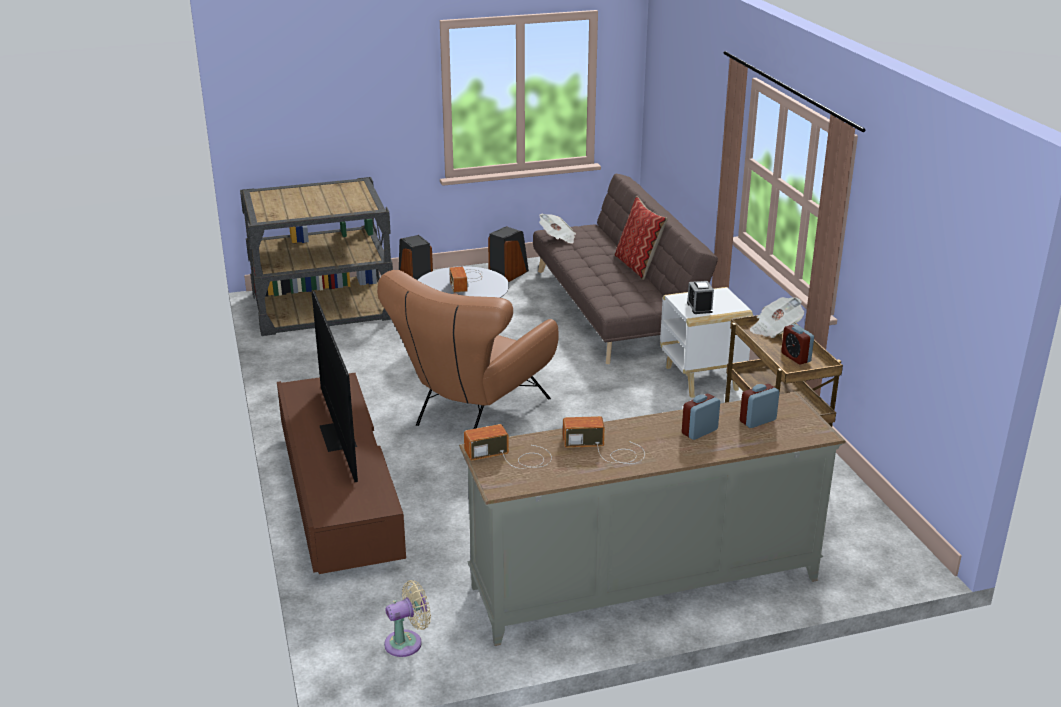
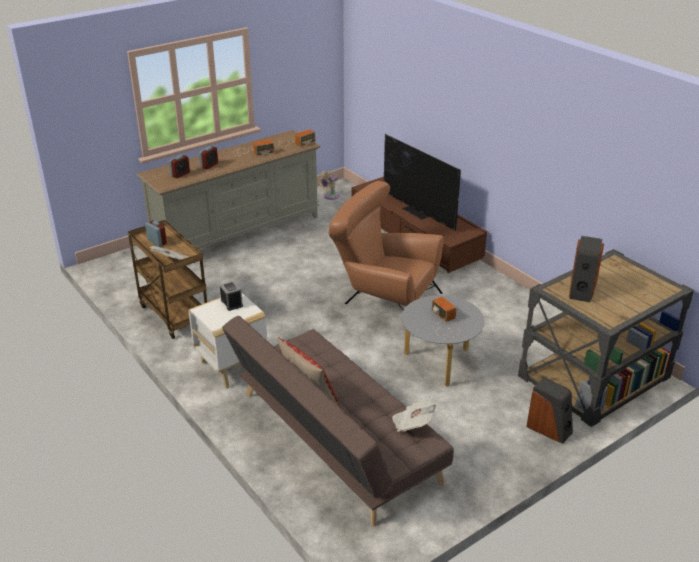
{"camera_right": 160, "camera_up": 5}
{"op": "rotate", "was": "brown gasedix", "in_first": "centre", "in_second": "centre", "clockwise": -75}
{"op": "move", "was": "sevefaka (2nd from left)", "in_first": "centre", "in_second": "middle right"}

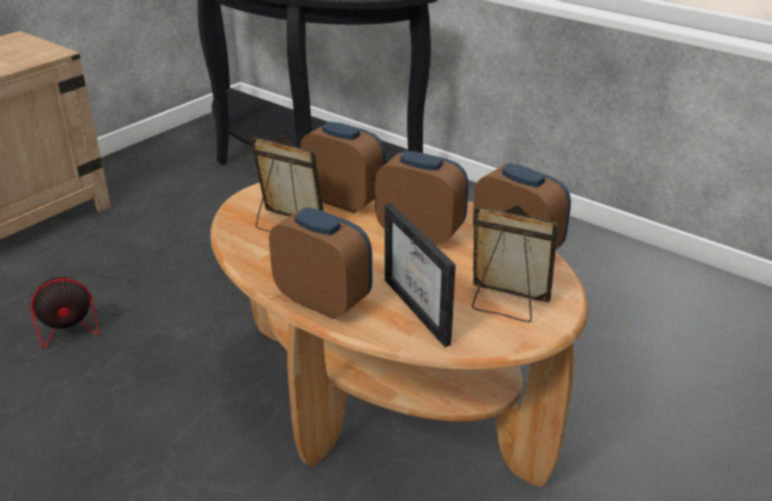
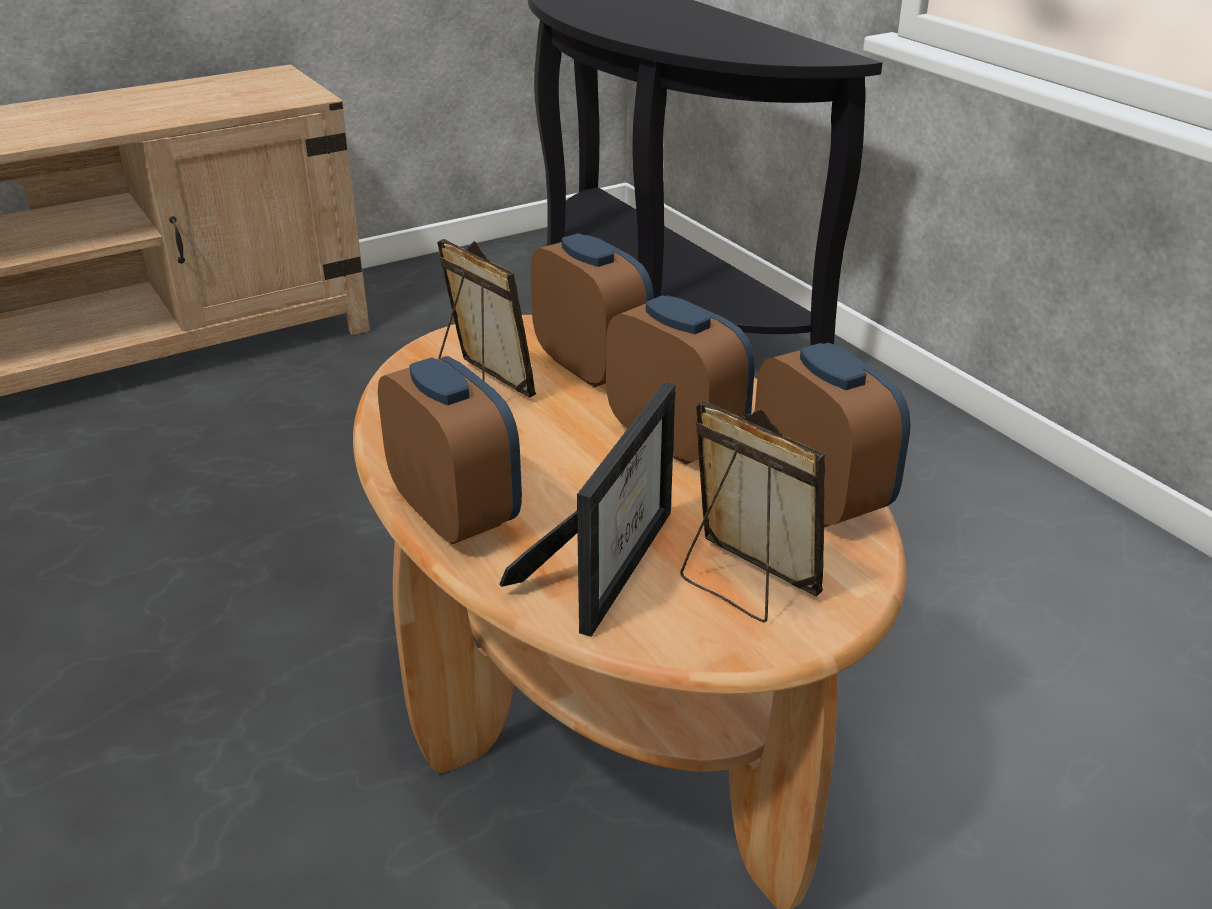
{"camera_right": 20, "camera_up": 0}
{"op": "delete", "was": "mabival", "in_first": "middle left"}
{"op": "rotate", "was": "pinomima (2nd from left)", "in_first": "centre", "in_second": "centre", "clockwise": -150}

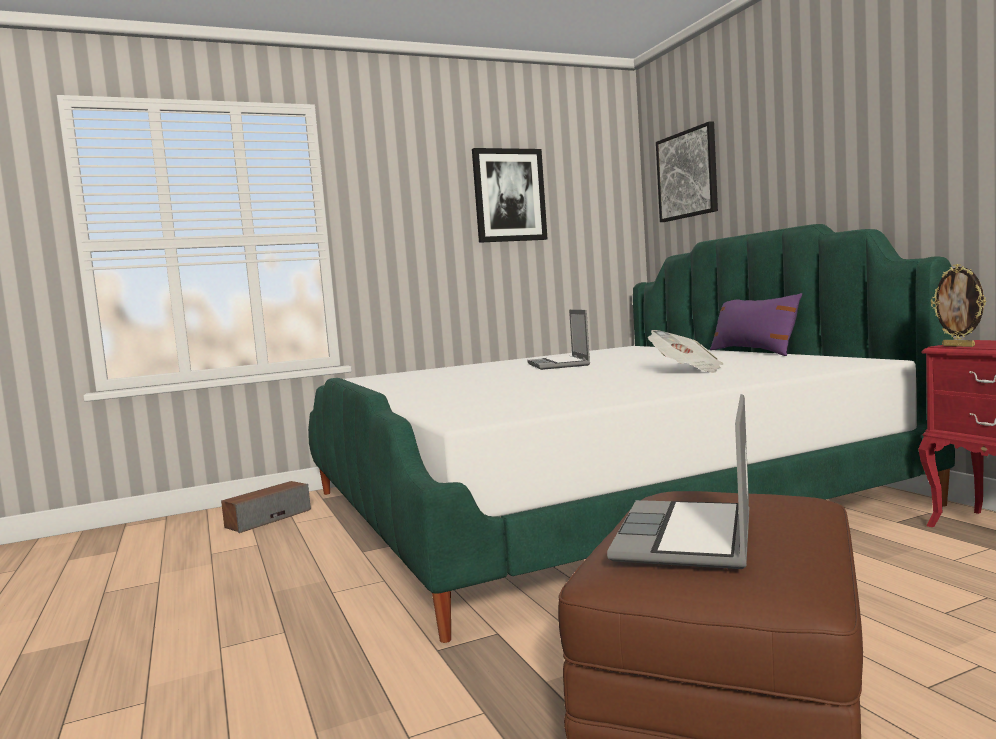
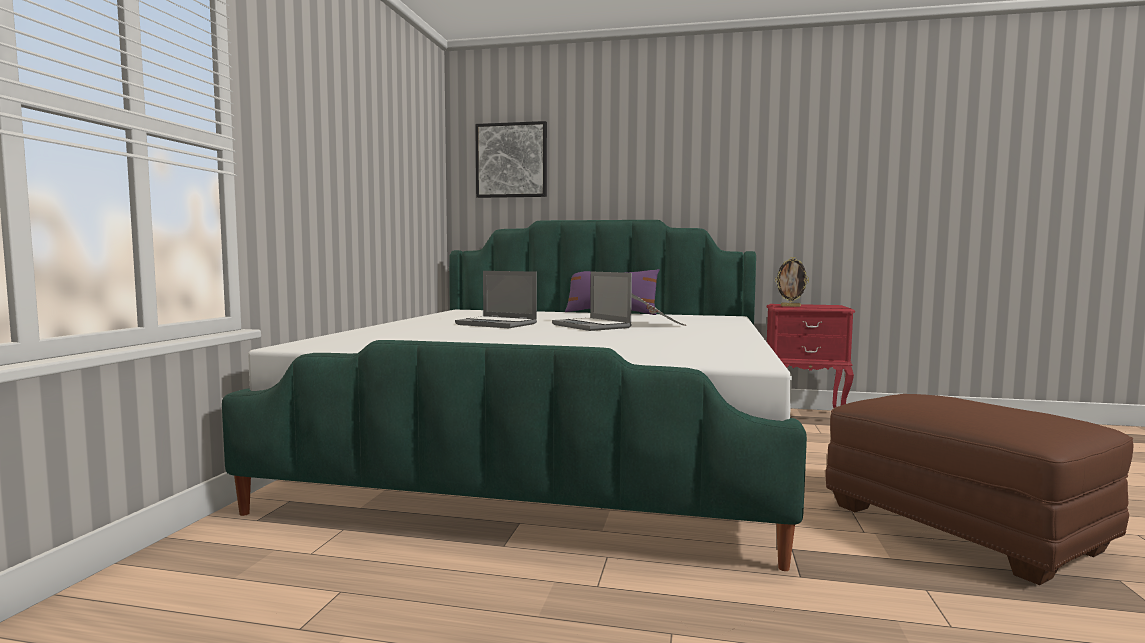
{"camera_right": -55, "camera_up": 0}
{"op": "delete", "was": "sevefaka", "in_first": "bottom left"}
{"op": "delete", "was": "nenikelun (1st from left)", "in_first": "top centre"}
{"op": "move", "was": "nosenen (2nd from left)", "in_first": "middle right", "in_second": "centre"}

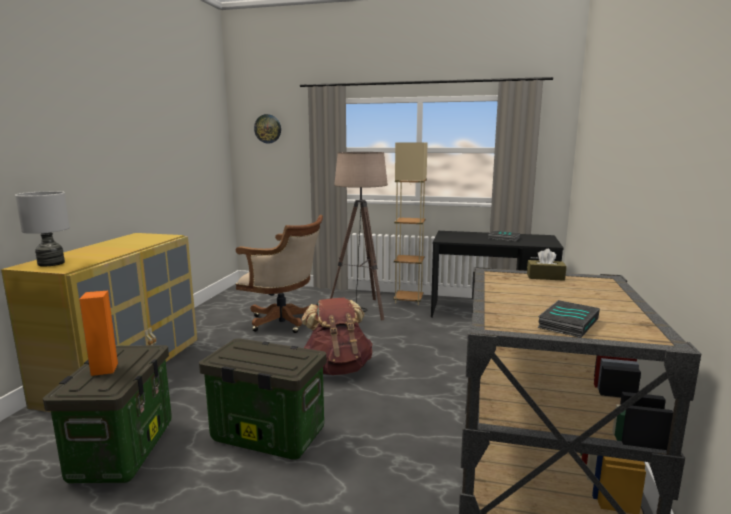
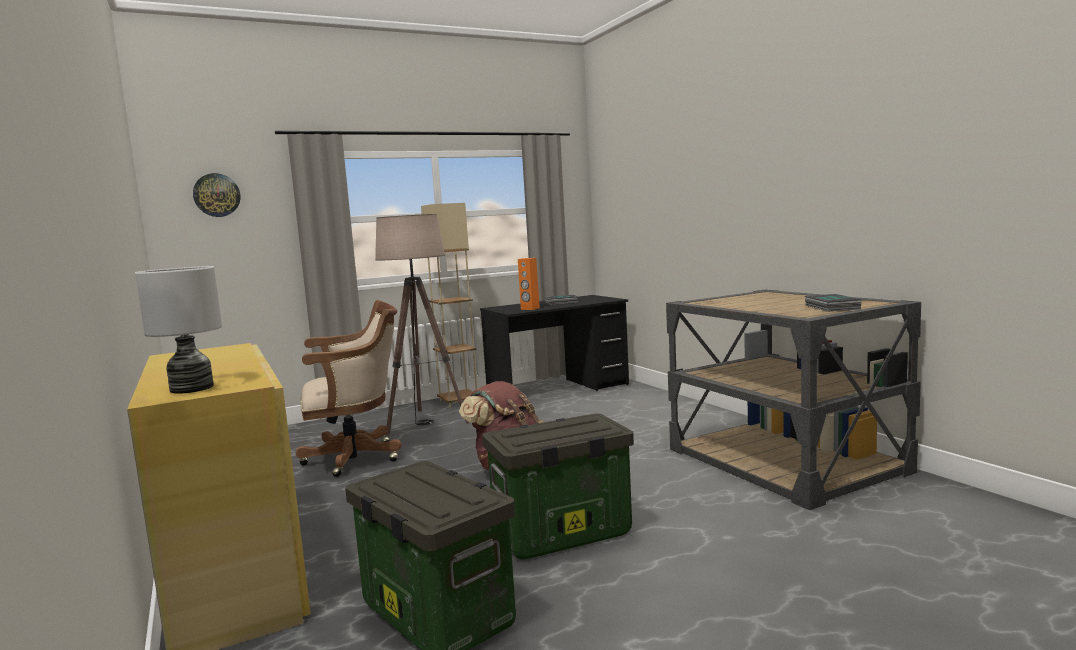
{"camera_right": -40, "camera_up": -5}
{"op": "move", "was": "orange sevefaka", "in_first": "middle left", "in_second": "centre"}
{"op": "delete", "was": "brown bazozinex", "in_first": "middle right"}

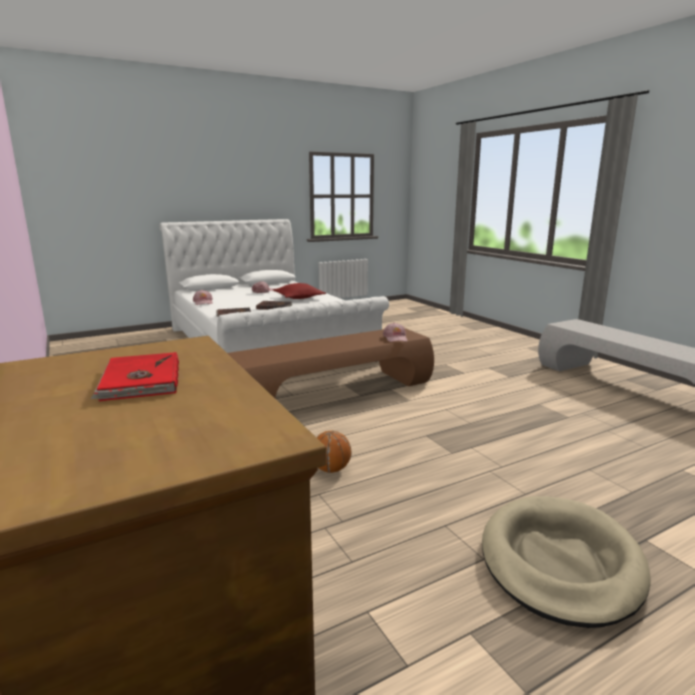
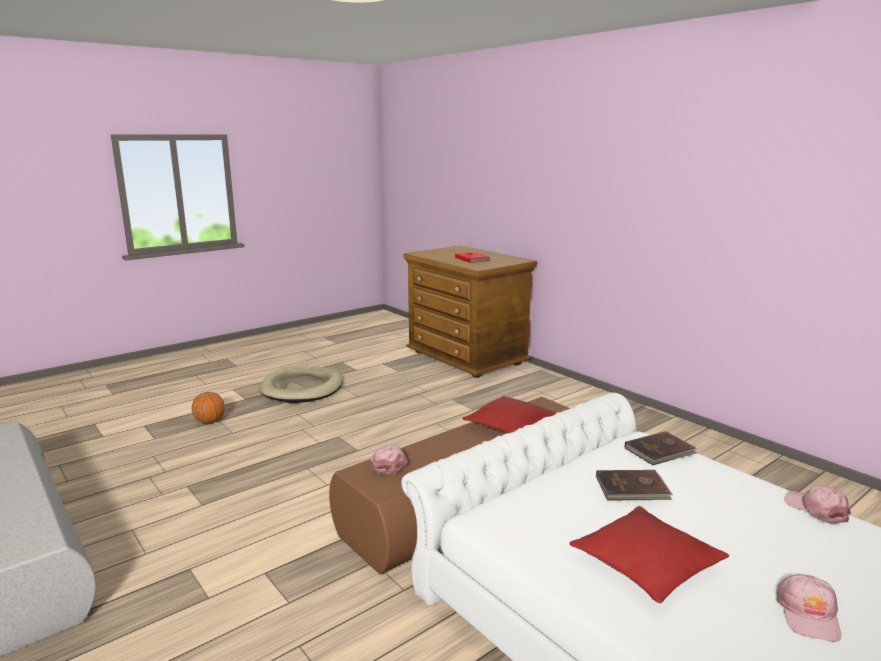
{"camera_right": 170, "camera_up": 0}
{"op": "move", "was": "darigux", "in_first": "centre", "in_second": "middle left"}
{"op": "insert", "now": "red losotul (1st from left)", "in_second": "centre"}

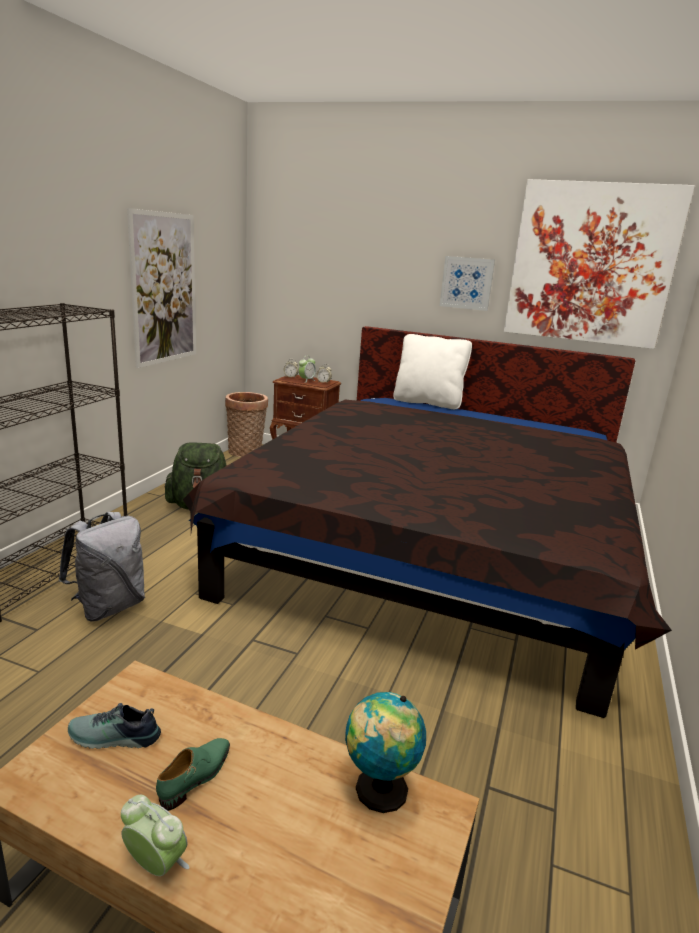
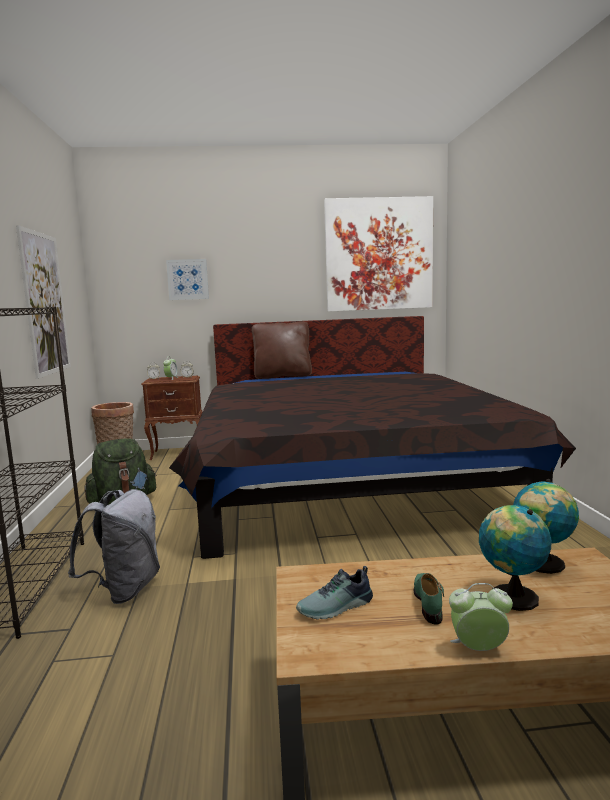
{"camera_right": -25, "camera_up": -10}
{"op": "recolor", "was": "white losotul", "now": "brown losotul", "in_first": "centre", "in_second": "centre"}
{"op": "move", "was": "nenikelun (2nd from left)", "in_first": "top right", "in_second": "middle left"}
{"op": "insert", "now": "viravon (1st from left)", "in_second": "bottom right"}

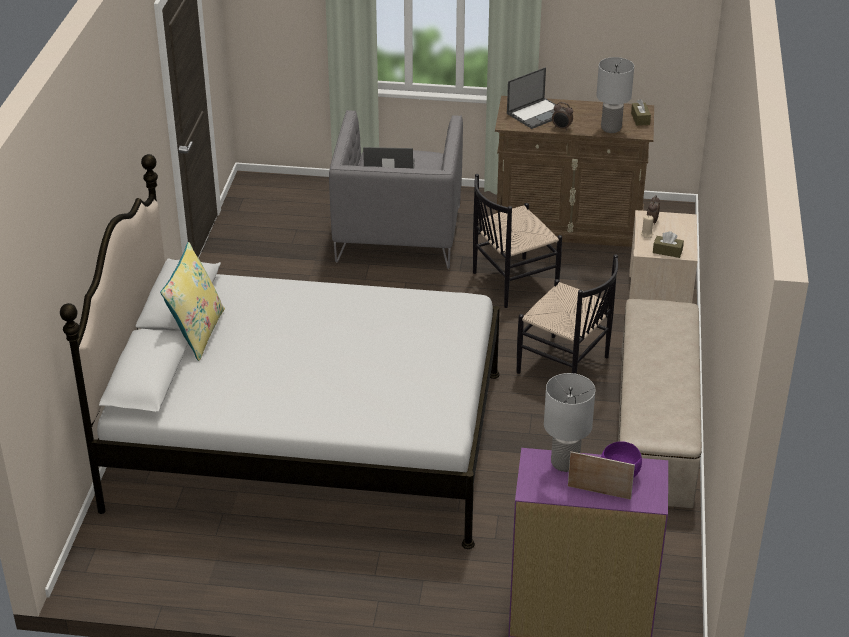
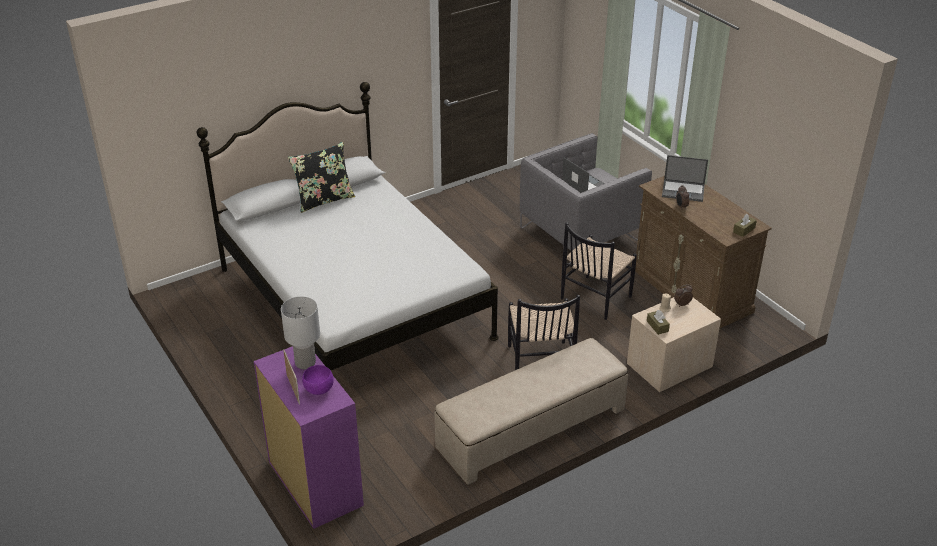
{"camera_right": 50, "camera_up": 0}
{"op": "recolor", "was": "yellow losotul", "now": "black losotul", "in_first": "middle left", "in_second": "top centre"}
{"op": "rotate", "was": "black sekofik (1st from left in the first image)", "in_first": "centre", "in_second": "centre", "clockwise": -75}
{"op": "delete", "was": "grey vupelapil (2nd from left)", "in_first": "top right"}

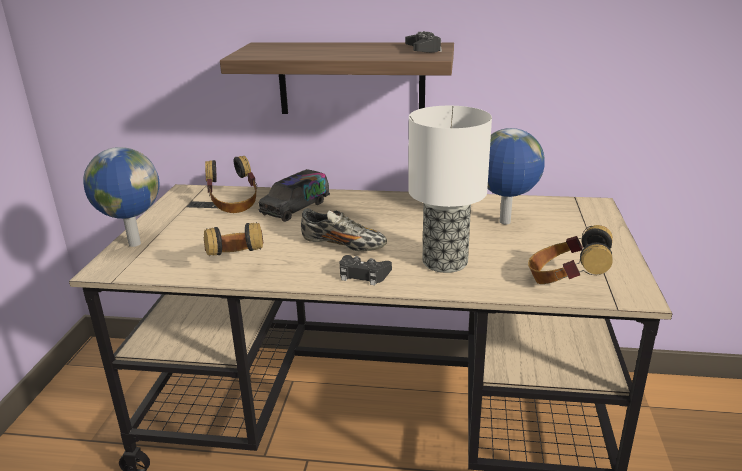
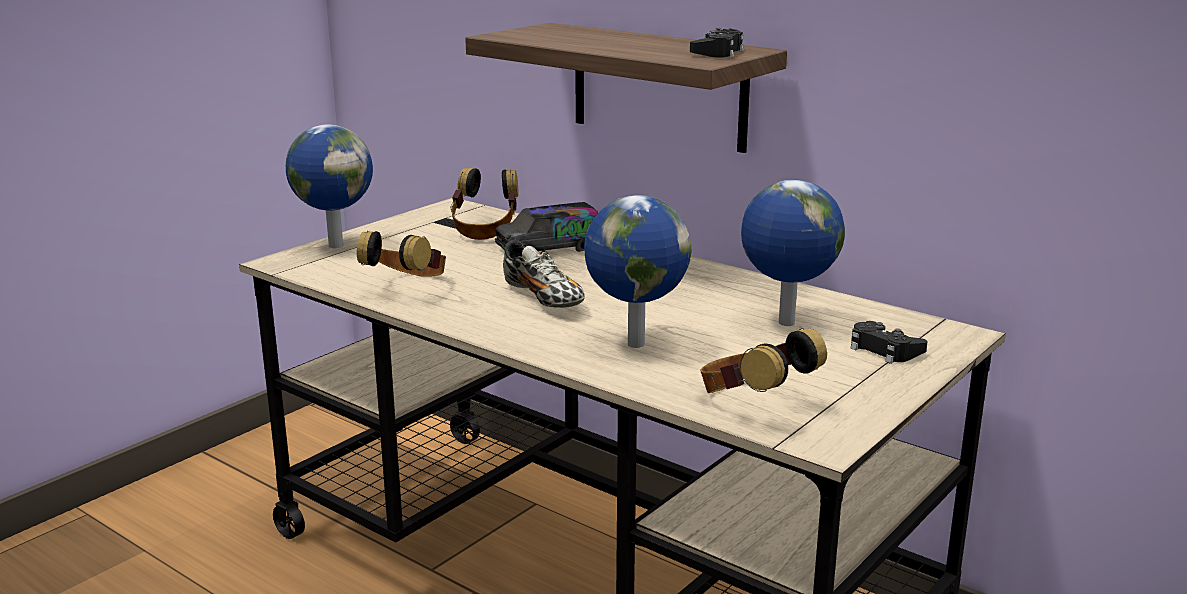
{"camera_right": 30, "camera_up": -5}
{"op": "move", "was": "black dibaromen (1st from left in the first image)", "now": "black dibaromen (2nd from left)", "in_first": "centre", "in_second": "middle right"}
{"op": "replace", "was": "vupelapil", "now": "viravon (2nd from left)", "in_first": "centre", "in_second": "centre"}

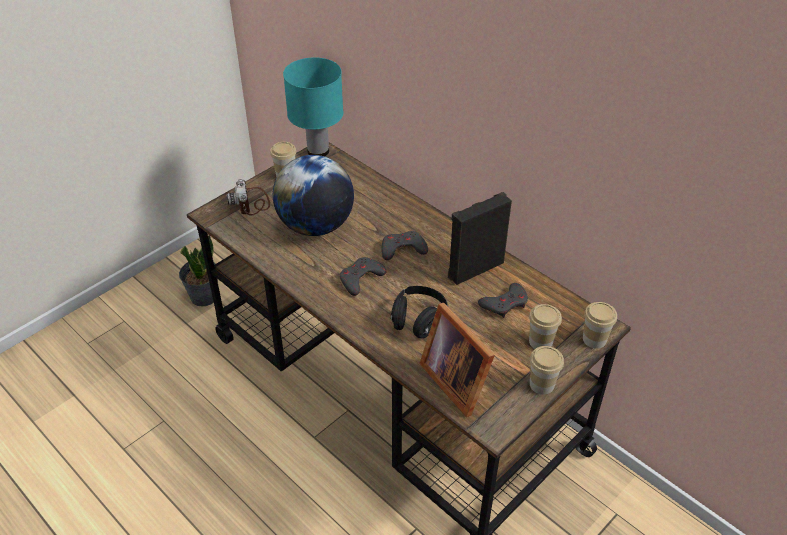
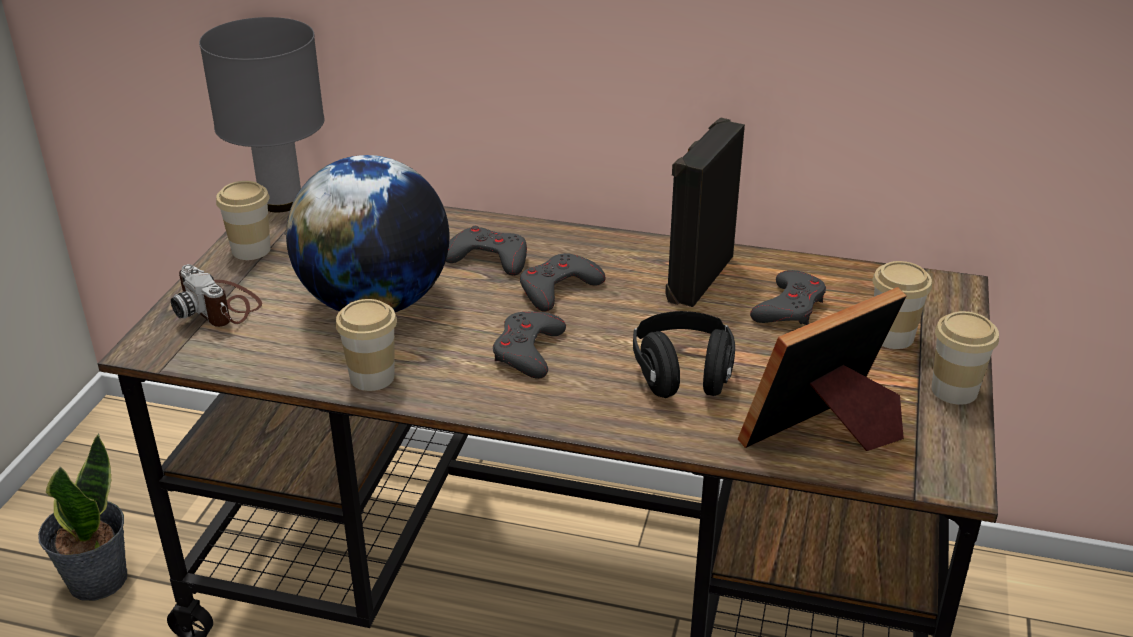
{"camera_right": -30, "camera_up": -10}
{"op": "recolor", "was": "turquoise vupelapil", "now": "grey vupelapil", "in_first": "top centre", "in_second": "top left"}
{"op": "rotate", "was": "pinomima", "in_first": "bottom centre", "in_second": "middle right", "clockwise": 120}
{"op": "move", "was": "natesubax (4th from left in the first image)", "now": "natesubax (2nd from left)", "in_first": "middle right", "in_second": "middle left"}
{"op": "insert", "now": "grey dibaromen (1st from left)", "in_second": "centre"}

